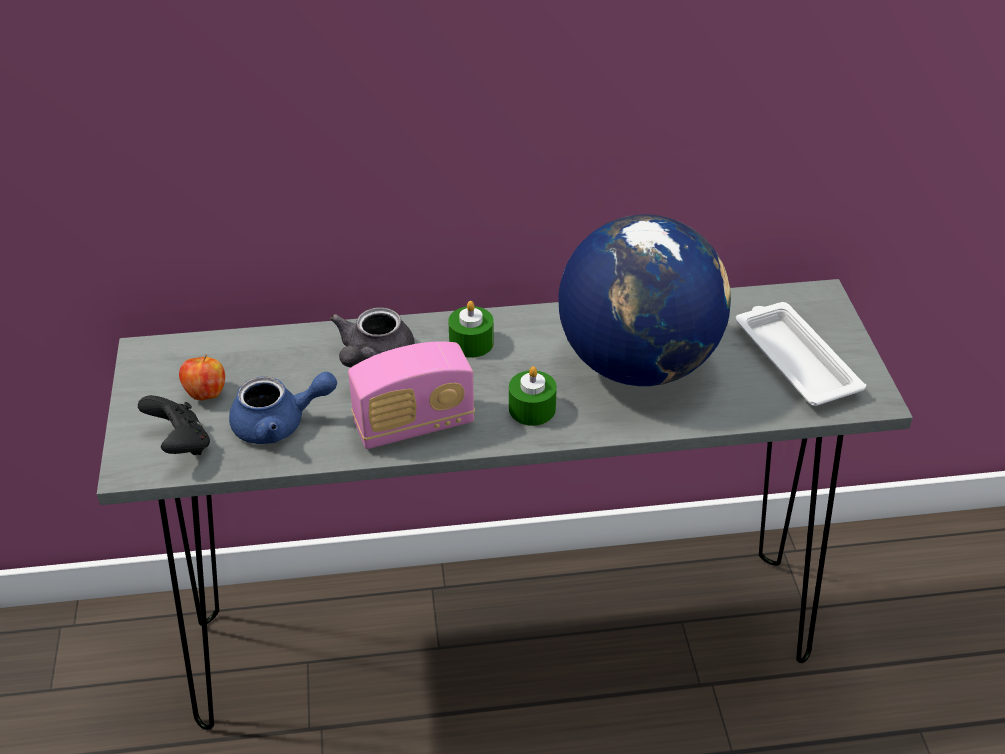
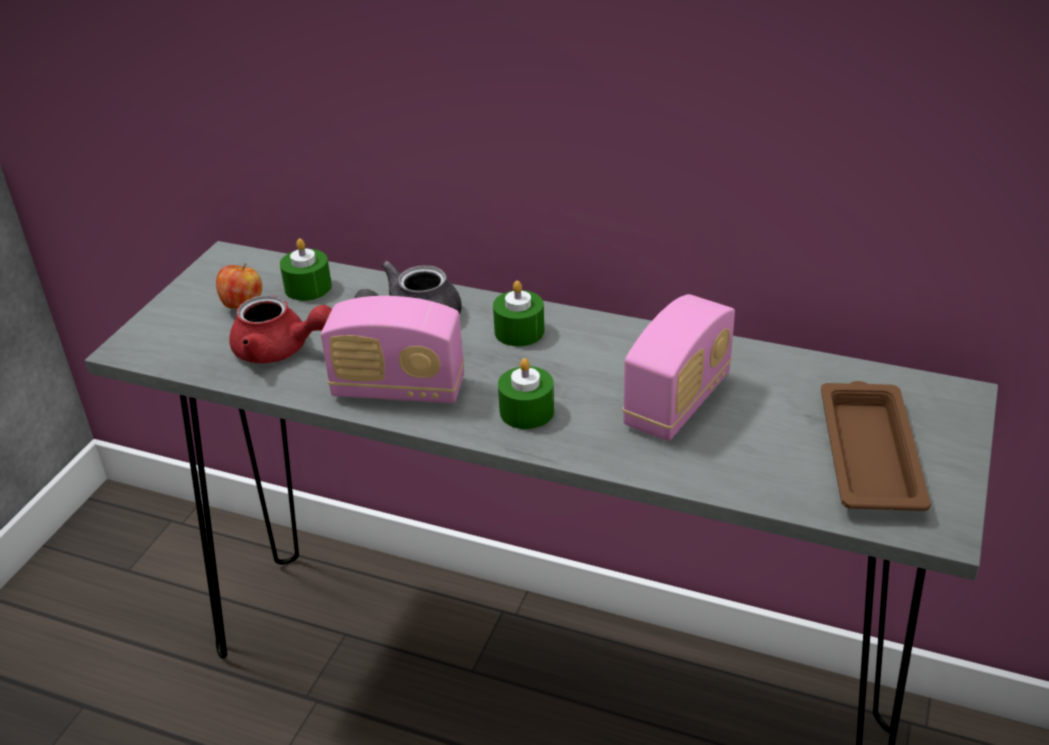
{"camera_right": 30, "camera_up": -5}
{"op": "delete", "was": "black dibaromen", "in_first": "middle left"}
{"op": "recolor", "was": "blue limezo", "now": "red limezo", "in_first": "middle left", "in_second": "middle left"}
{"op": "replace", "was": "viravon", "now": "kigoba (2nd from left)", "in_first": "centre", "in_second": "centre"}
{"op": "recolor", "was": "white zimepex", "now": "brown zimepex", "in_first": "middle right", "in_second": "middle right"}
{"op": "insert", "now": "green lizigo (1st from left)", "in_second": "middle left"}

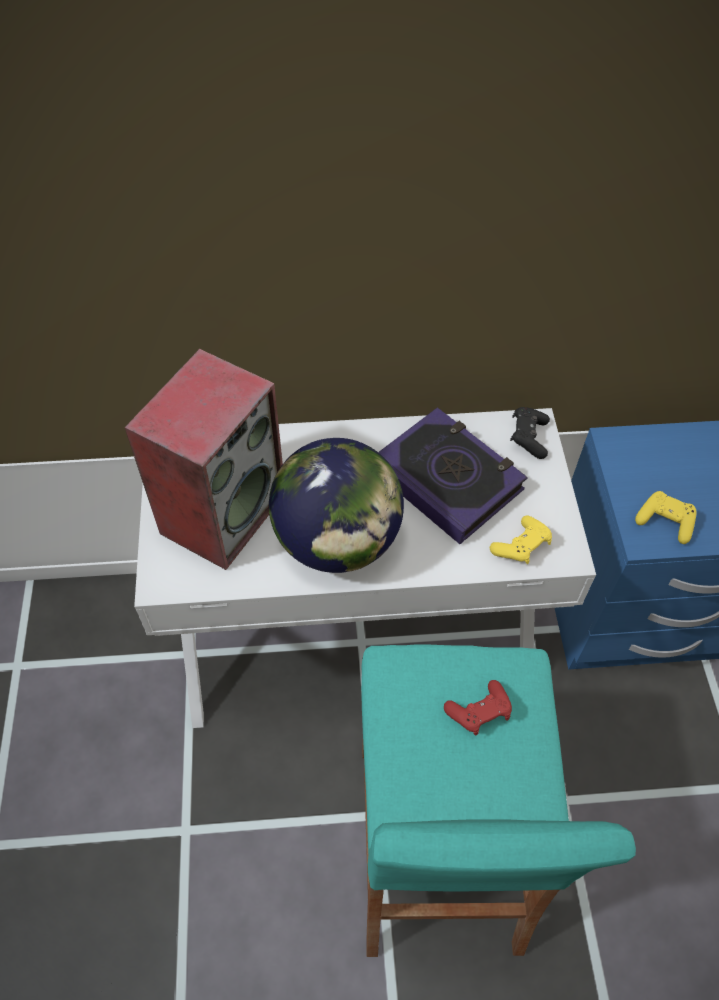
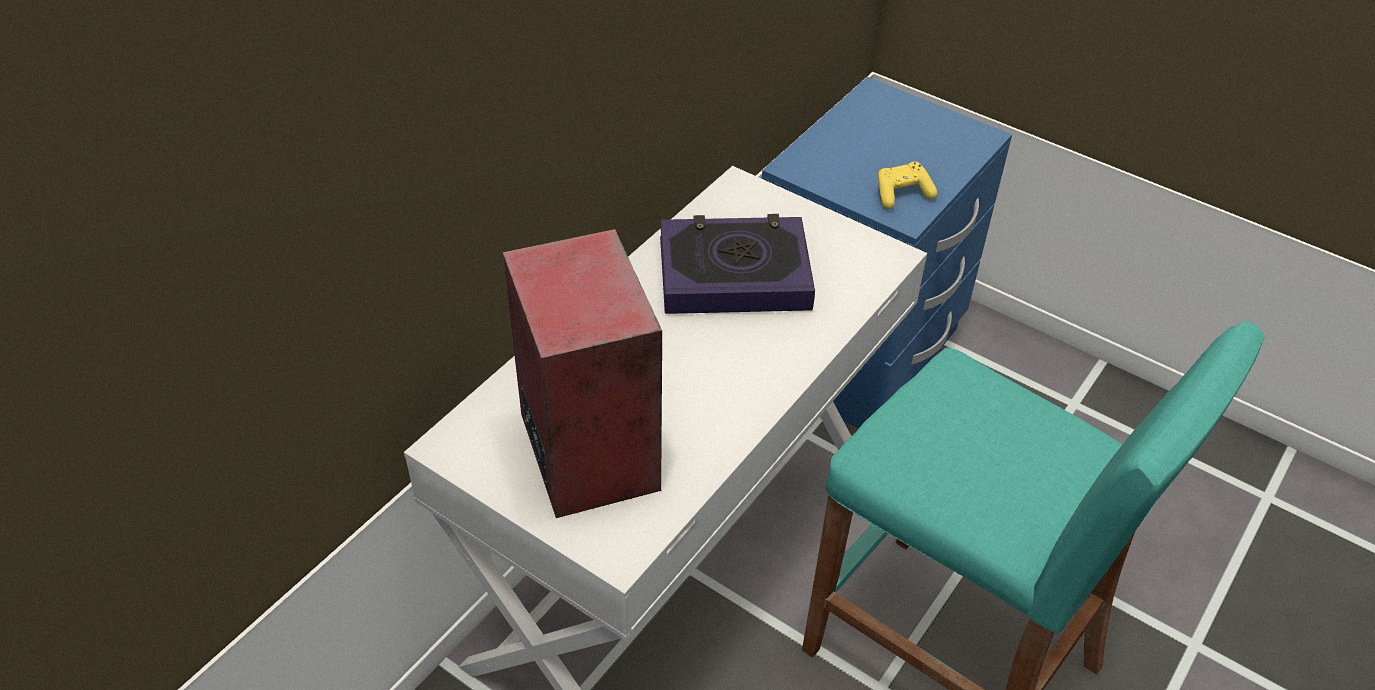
{"camera_right": -50, "camera_up": -10}
{"op": "delete", "was": "viravon", "in_first": "centre"}
{"op": "delete", "was": "red dibaromen", "in_first": "bottom centre"}
{"op": "delete", "was": "yellow dibaromen (1st from left)", "in_first": "middle right"}
{"op": "delete", "was": "black dibaromen", "in_first": "middle right"}

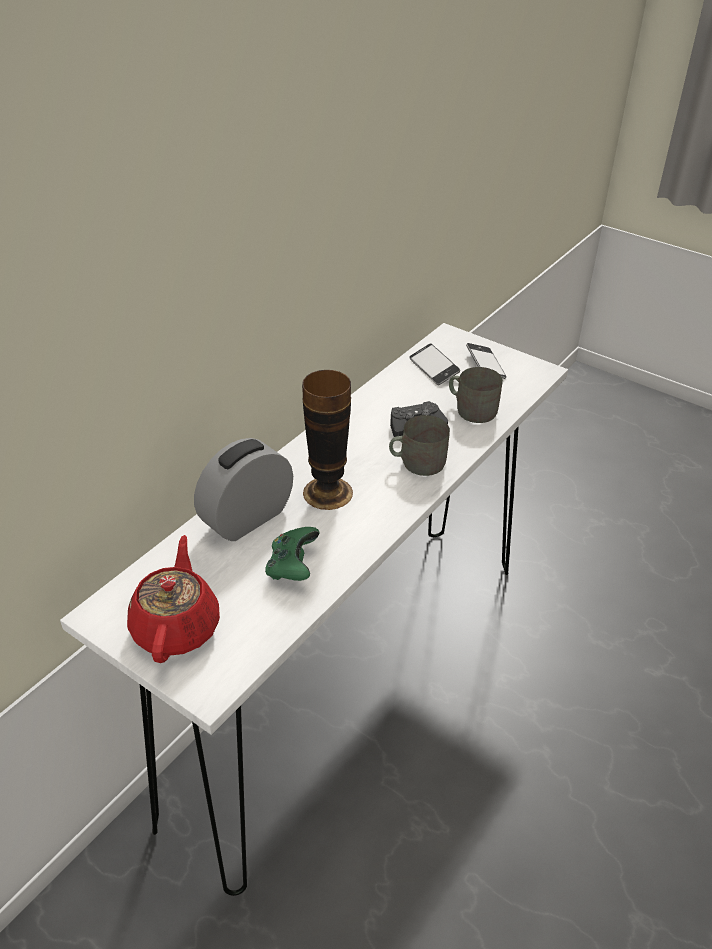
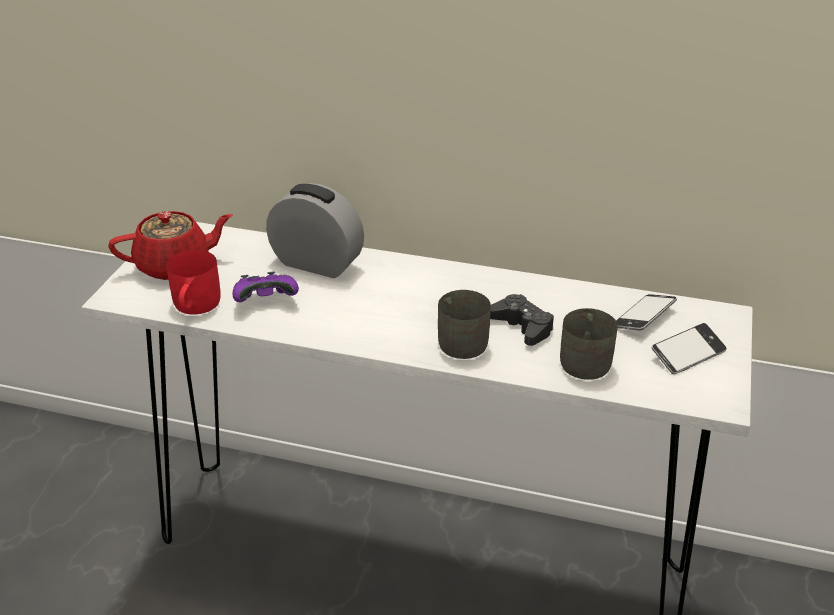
{"camera_right": 70, "camera_up": -5}
{"op": "recolor", "was": "green dibaromen", "now": "purple dibaromen", "in_first": "centre", "in_second": "middle left"}
{"op": "delete", "was": "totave", "in_first": "centre"}
{"op": "insert", "now": "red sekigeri", "in_second": "middle left"}

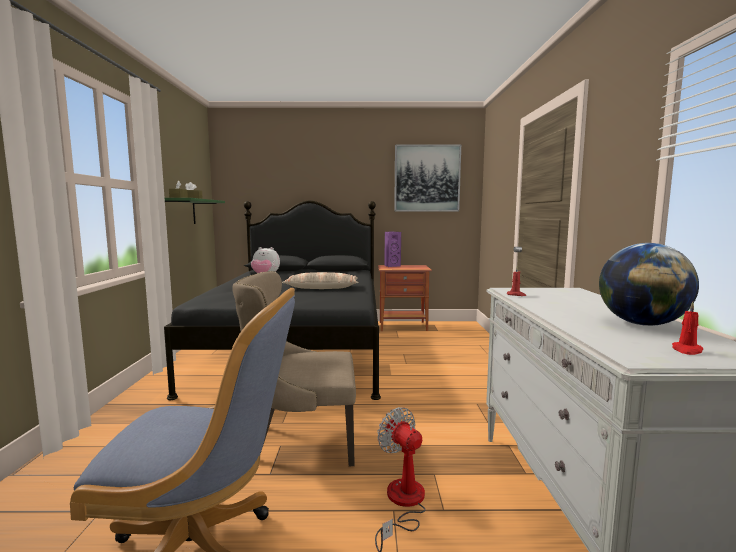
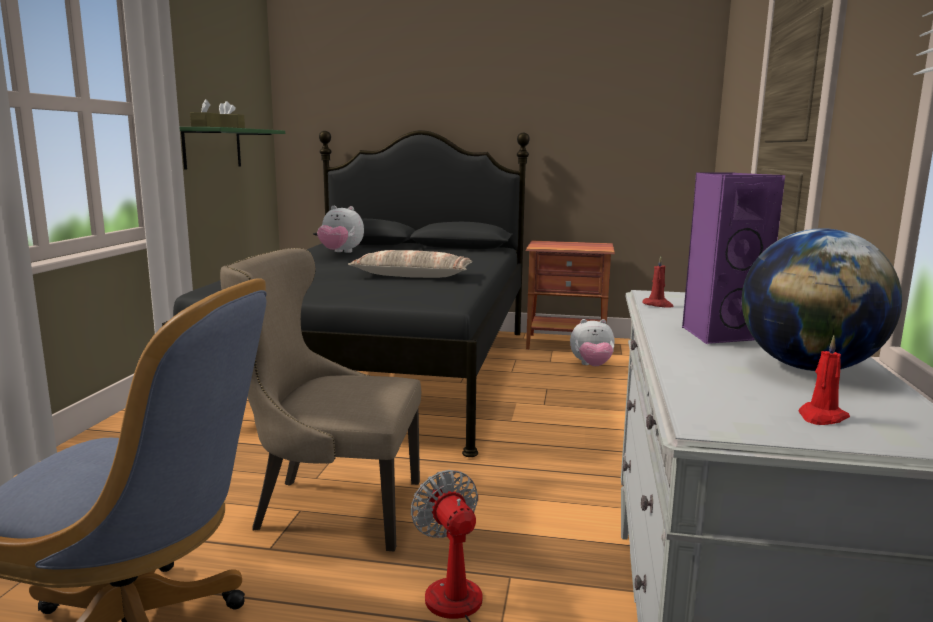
{"camera_right": 10, "camera_up": 5}
{"op": "move", "was": "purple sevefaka", "in_first": "centre", "in_second": "middle right"}
{"op": "delete", "was": "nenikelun", "in_first": "top centre"}
{"op": "insert", "now": "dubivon (2nd from left)", "in_second": "centre"}

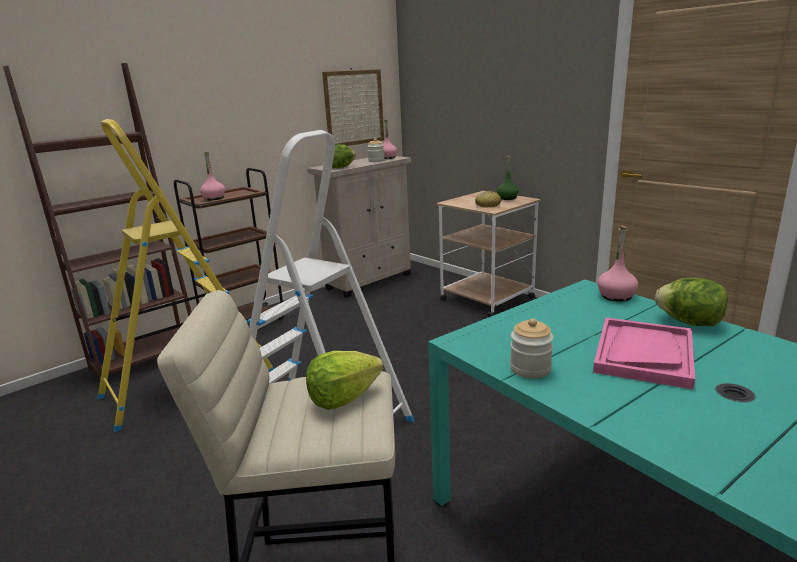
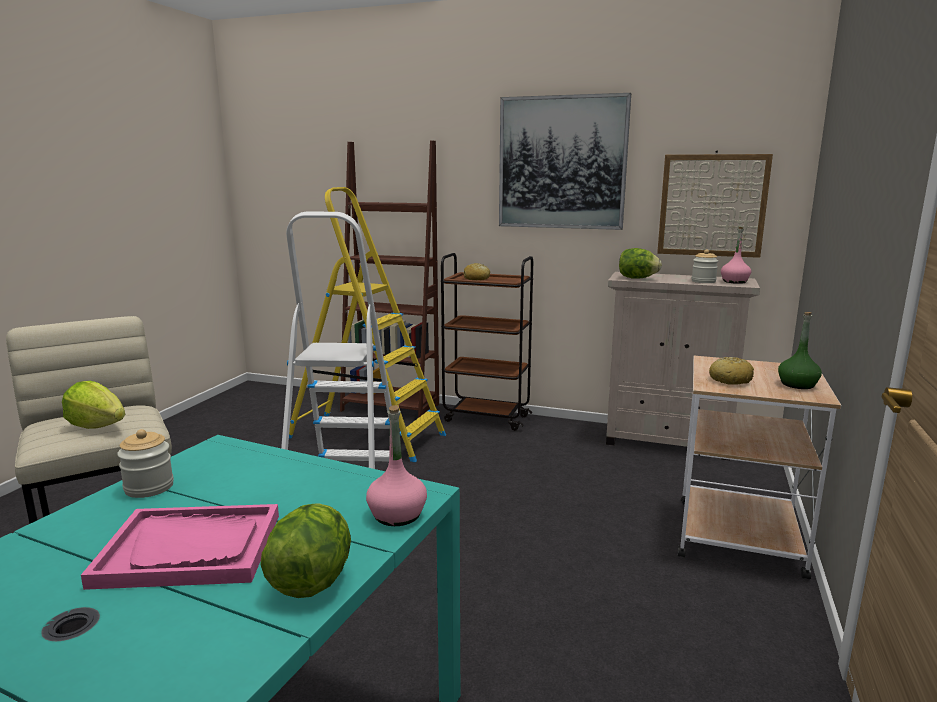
{"camera_right": 60, "camera_up": -5}
{"op": "replace", "was": "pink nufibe (1st from left)", "now": "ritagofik (1st from left)", "in_first": "top left", "in_second": "centre"}
{"op": "insert", "now": "nenikelun (1st from left)", "in_second": "top centre"}

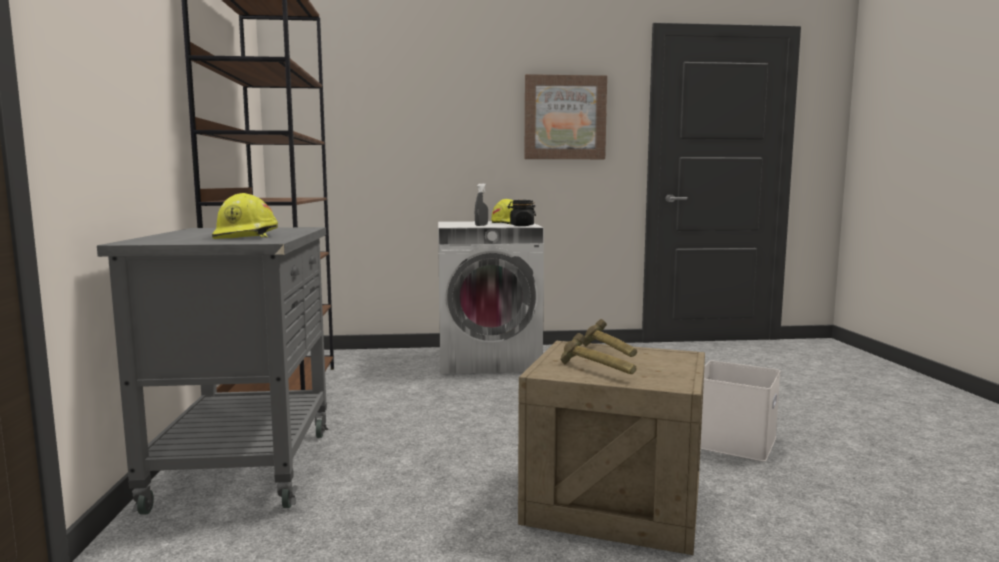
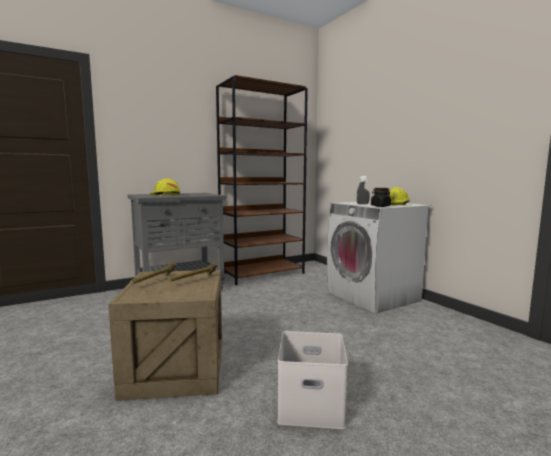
{"camera_right": 65, "camera_up": 0}
{"op": "delete", "was": "nenikelun", "in_first": "top centre"}

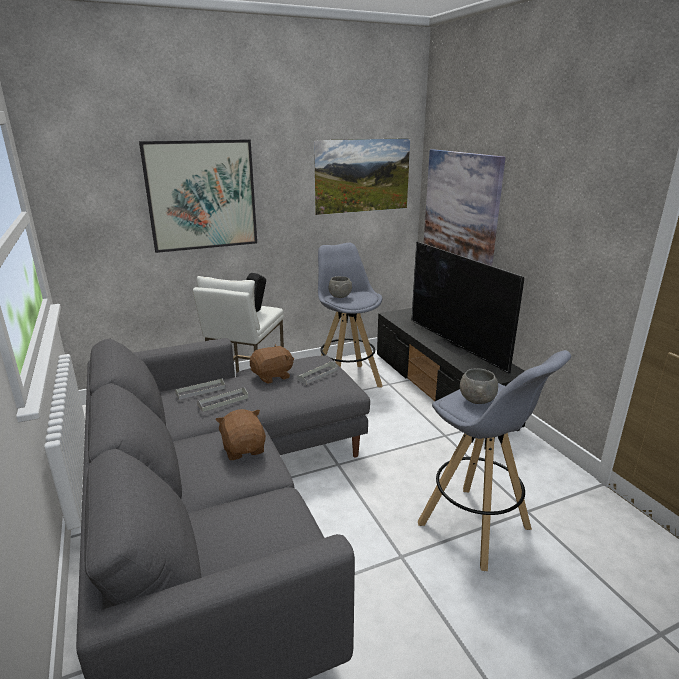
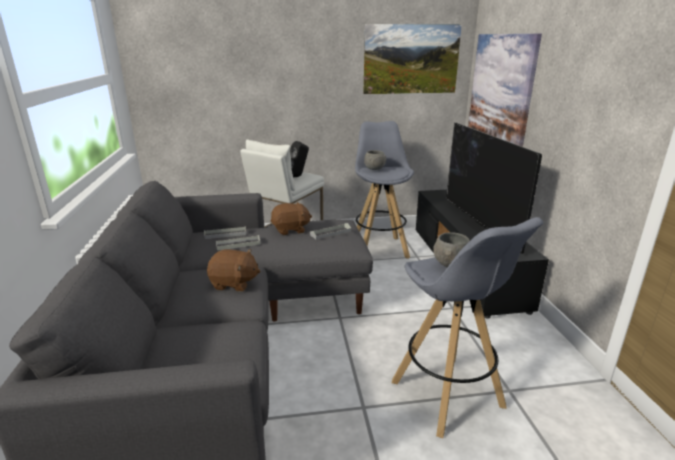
{"camera_right": 15, "camera_up": 0}
{"op": "delete", "was": "nenikelun (1st from left)", "in_first": "top left"}
{"op": "rotate", "was": "brown dubivon (1st from left)", "in_first": "centre", "in_second": "centre", "clockwise": 105}

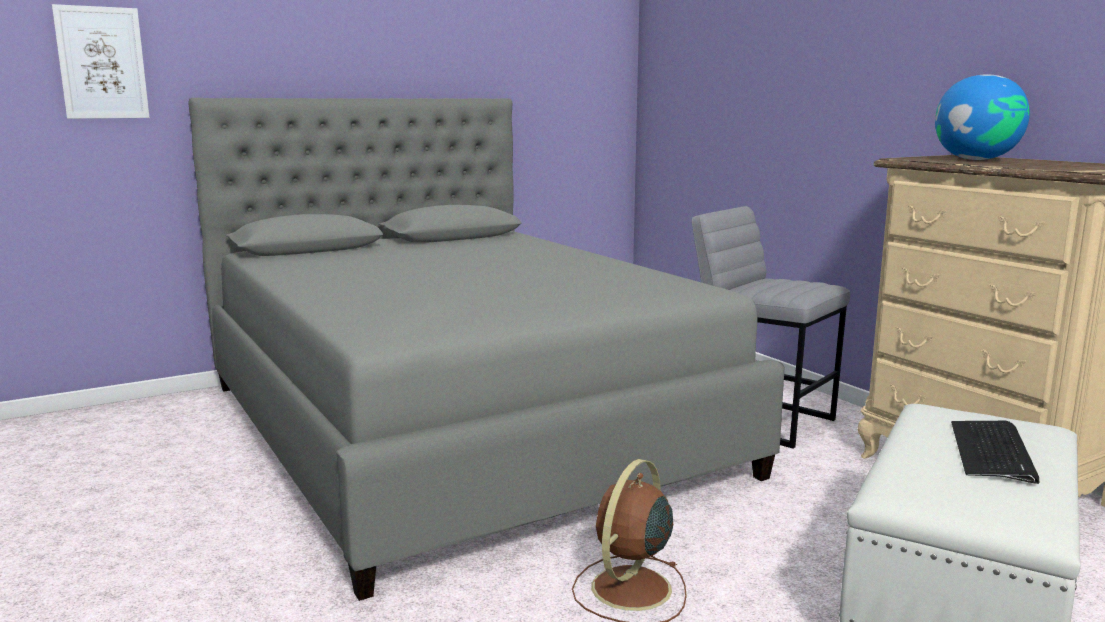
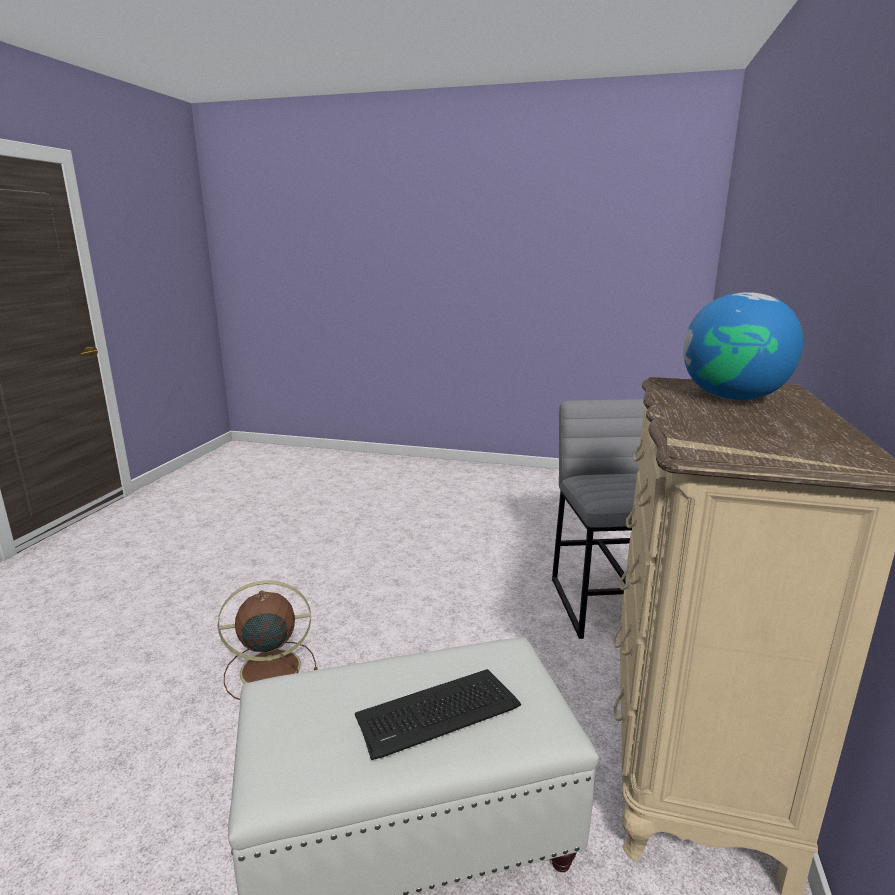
{"camera_right": 45, "camera_up": 5}
{"op": "delete", "was": "nenikelun", "in_first": "top left"}
{"op": "delete", "was": "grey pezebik", "in_first": "centre"}

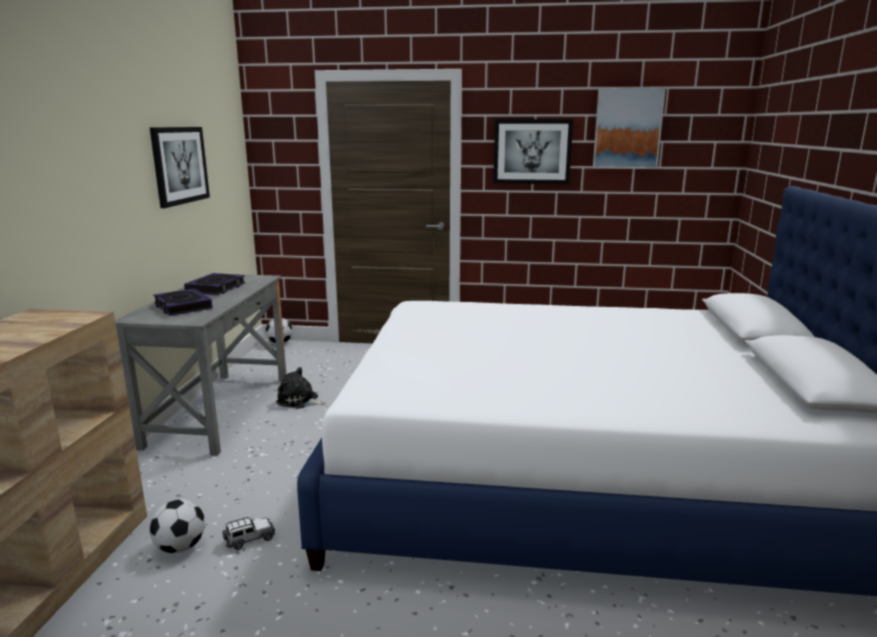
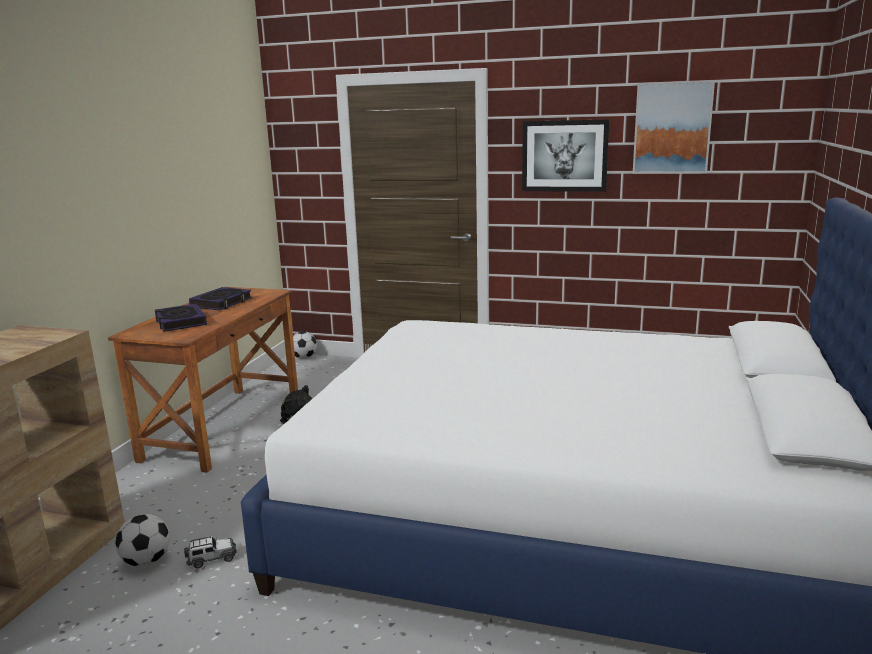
{"camera_right": 10, "camera_up": 0}
{"op": "recolor", "was": "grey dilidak", "now": "brown dilidak", "in_first": "middle left", "in_second": "middle left"}
{"op": "delete", "was": "nenikelun (1st from left)", "in_first": "top left"}

